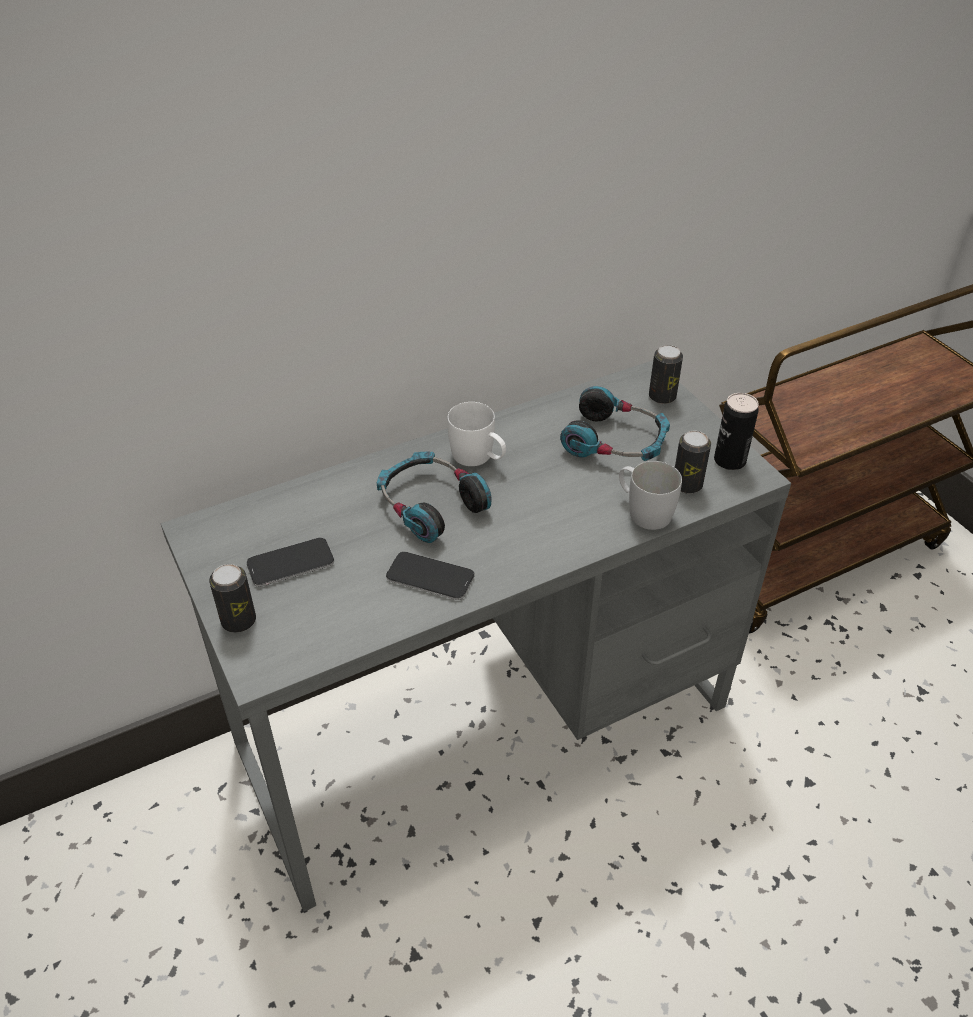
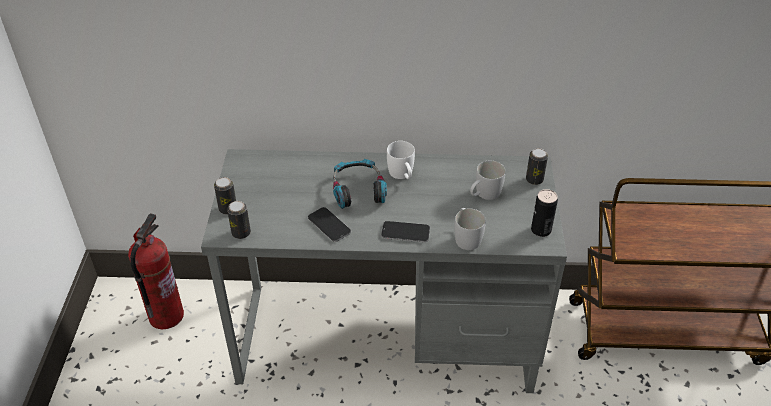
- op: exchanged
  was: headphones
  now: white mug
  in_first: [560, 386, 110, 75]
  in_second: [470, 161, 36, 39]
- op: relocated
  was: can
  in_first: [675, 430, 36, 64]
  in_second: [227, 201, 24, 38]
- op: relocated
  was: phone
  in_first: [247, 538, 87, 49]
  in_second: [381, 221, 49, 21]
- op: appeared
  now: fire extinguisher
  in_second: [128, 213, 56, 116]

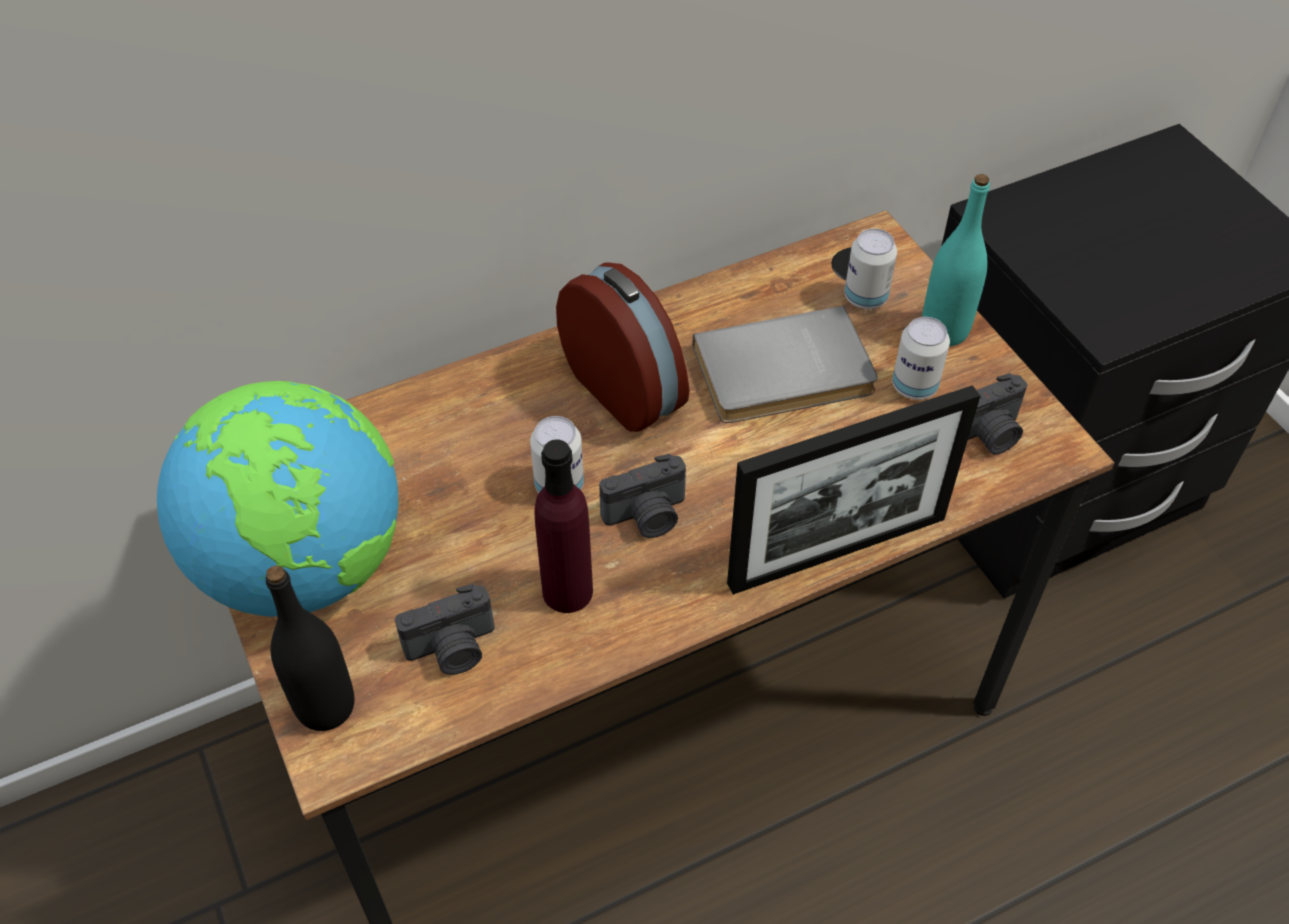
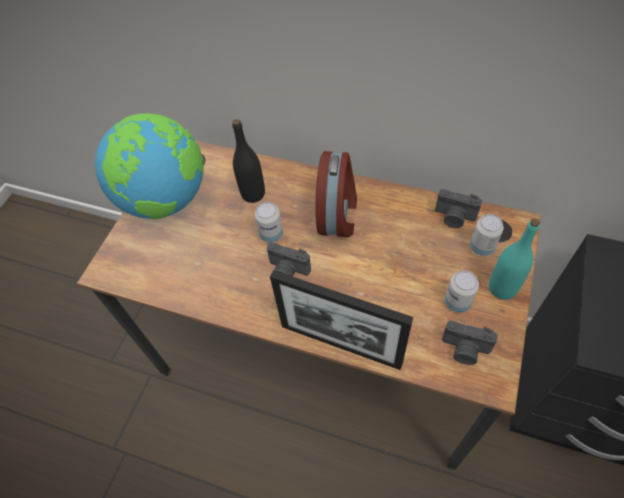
- op: missing
  was: grey book
  in_first: [692, 306, 186, 117]
- op: missing
  was: purple bottle
  in_first: [534, 439, 59, 174]
- op: relocated
  was: black bottle
  in_first: [266, 566, 88, 165]
  in_second: [232, 119, 33, 84]
- op: relocated
  was: photo camera
  in_first: [395, 584, 100, 91]
  in_second: [435, 189, 47, 39]

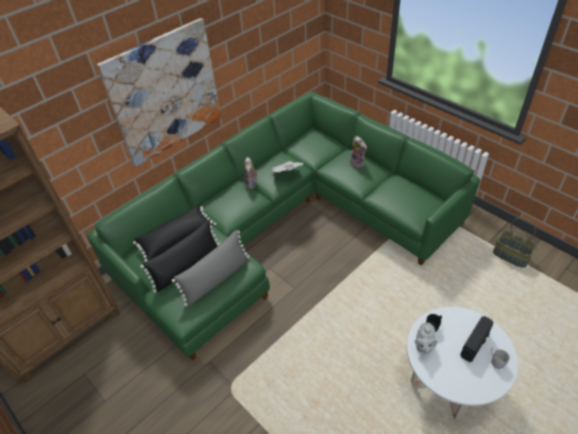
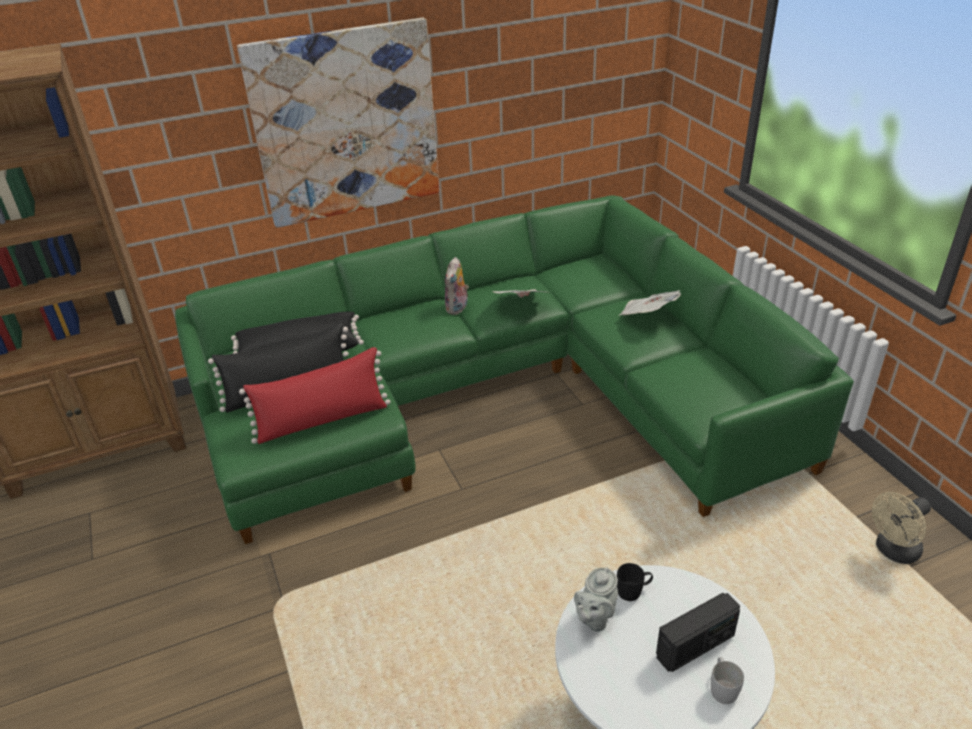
- op: exchanged
  was: plush toy
  now: newspaper
  in_first: [350, 136, 17, 32]
  in_second: [618, 290, 63, 26]
- op: exchanged
  was: basket
  now: beige fan
  in_first: [493, 218, 44, 50]
  in_second: [872, 492, 59, 72]
- op: colour
  was: grey pillow
  now: red pillow
  in_first: [172, 230, 78, 76]
  in_second: [239, 347, 152, 97]

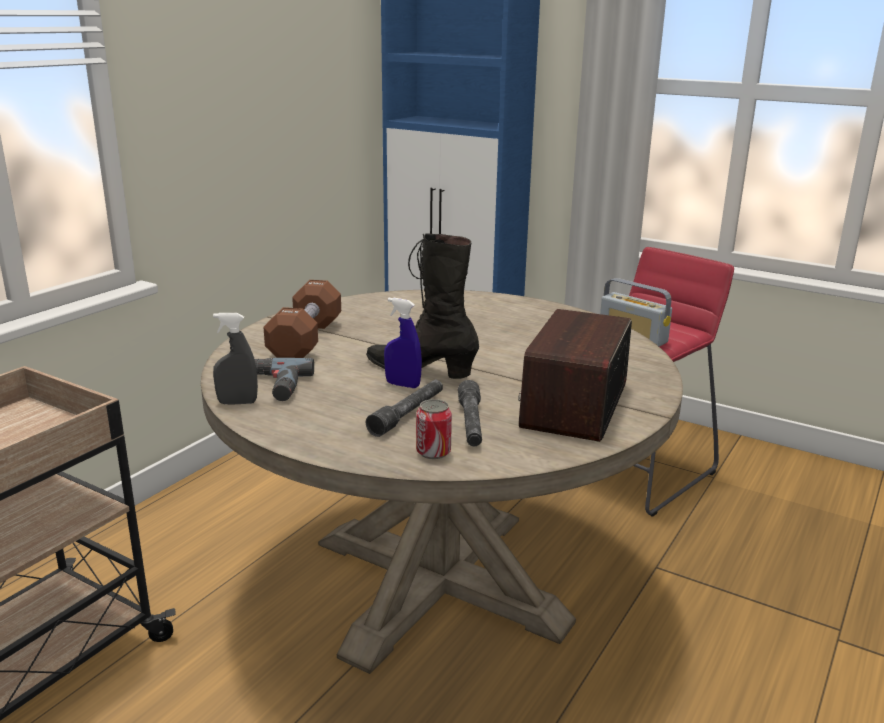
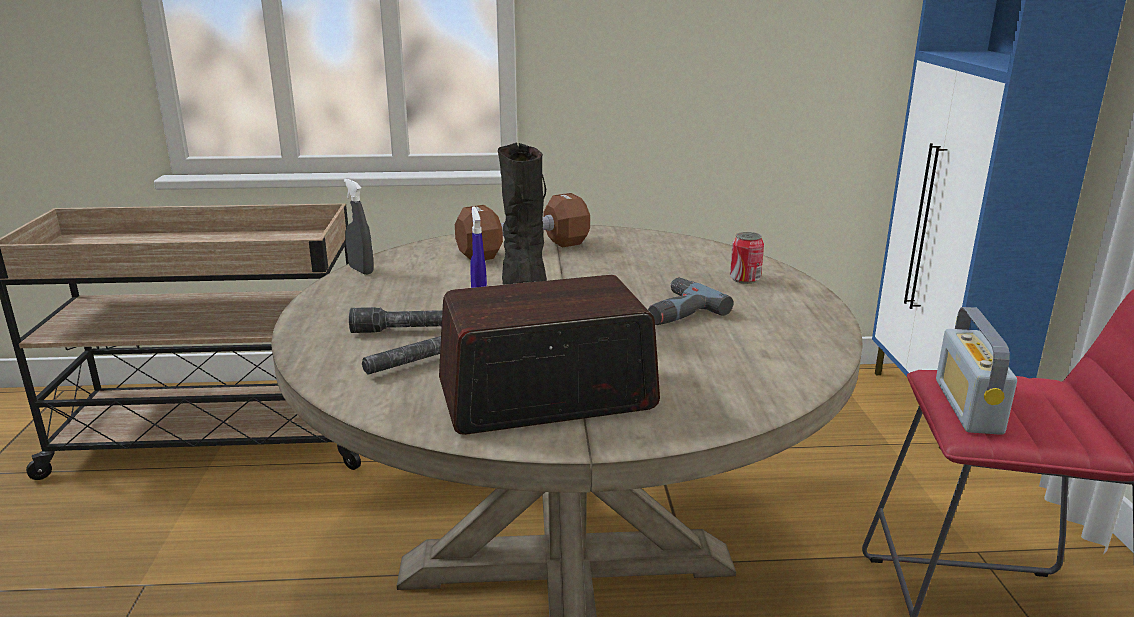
- op: relocated
  was: power drill
  in_first: [255, 358, 59, 43]
  in_second: [648, 277, 86, 48]
- op: relocated
  was: can
  in_first: [416, 399, 36, 60]
  in_second: [730, 232, 34, 52]

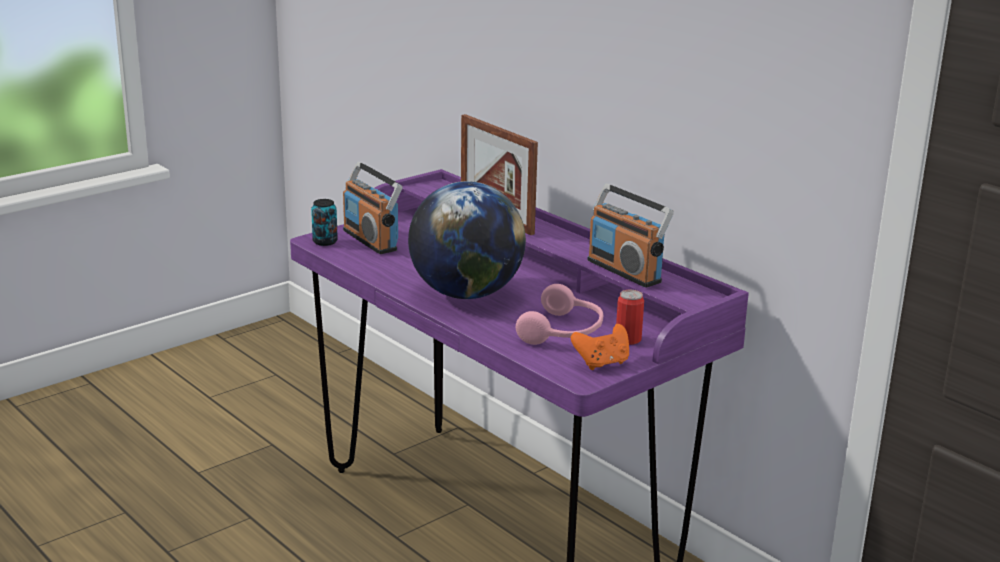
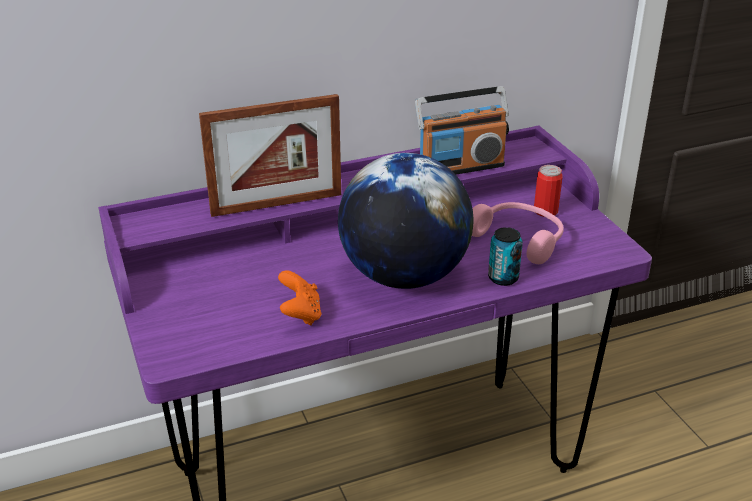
- op: missing
  was: radio
  in_first: [343, 162, 60, 92]
- op: relocated
  was: can
  in_first: [311, 199, 27, 47]
  in_second: [488, 227, 35, 59]
- op: relocated
  was: orange game controller
  in_first: [571, 324, 58, 46]
  in_second: [278, 271, 43, 54]

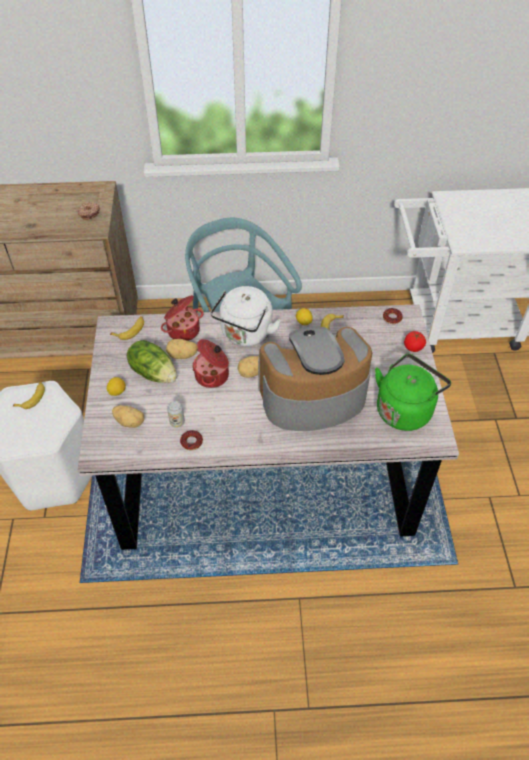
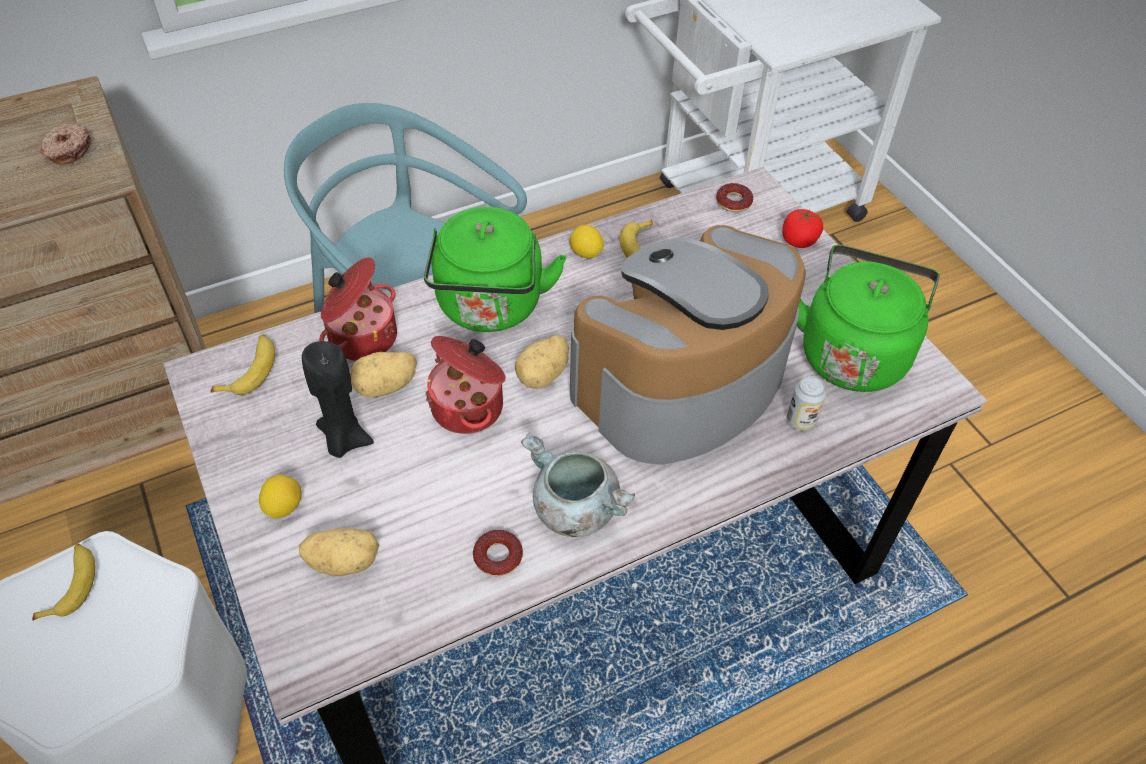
- op: colour
  was: white kettle
  now: green kettle
  in_first: [210, 286, 71, 61]
  in_second: [424, 207, 142, 125]
- op: exchanged
  was: lettuce
  now: black candle
  in_first: [127, 340, 50, 43]
  in_second: [302, 341, 72, 117]
- op: relocated
  was: can
  in_first: [167, 401, 18, 27]
  in_second: [786, 376, 41, 55]
- op: appeared
  now: grey cooking pot
  in_second: [521, 433, 114, 104]

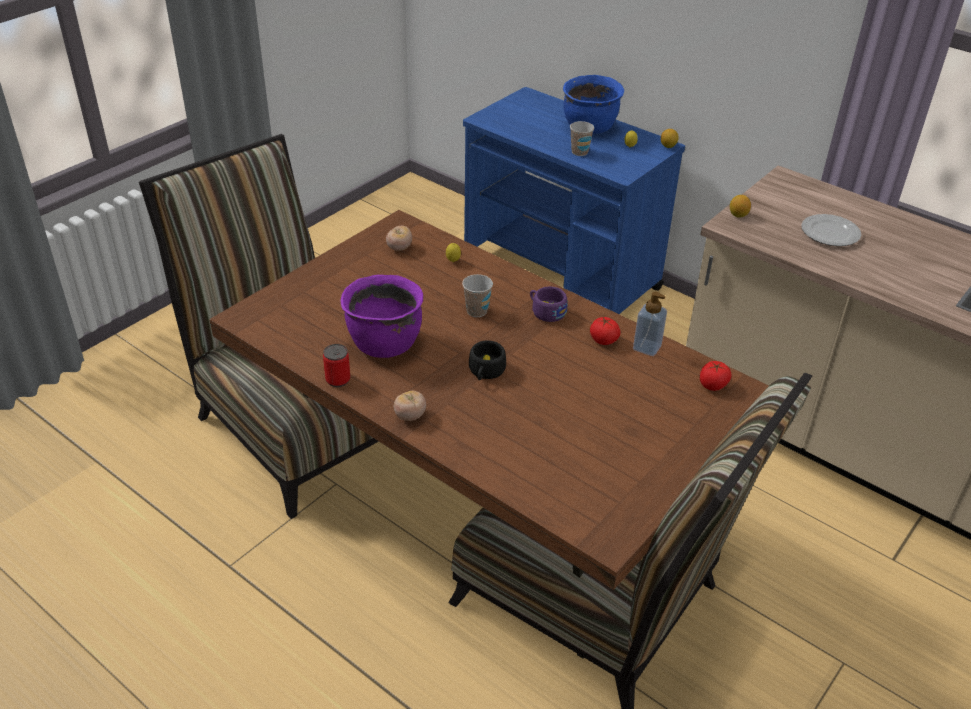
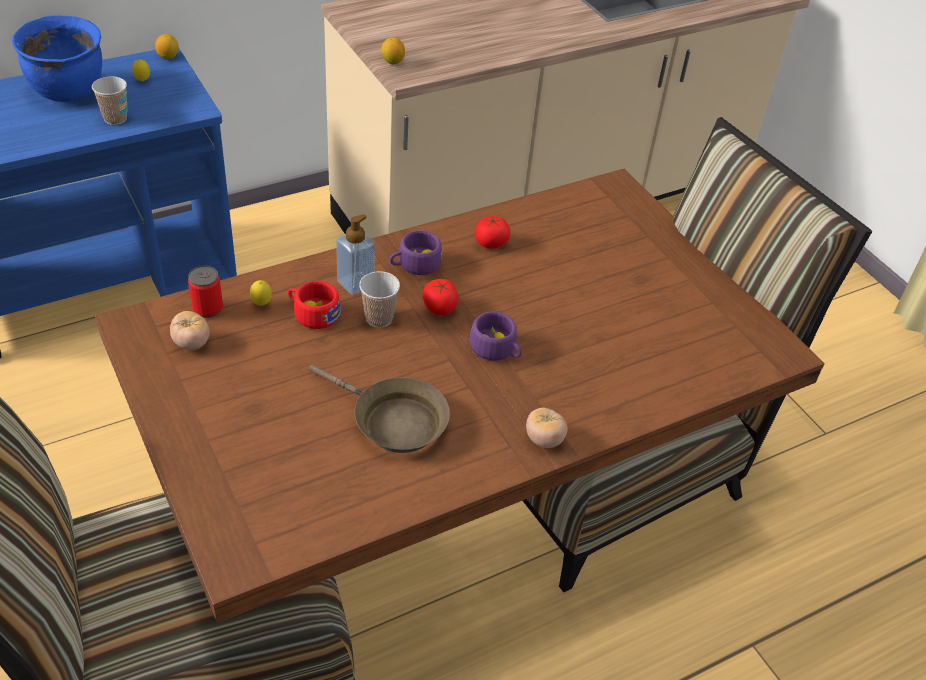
- op: missing
  was: plate
  in_first: [801, 214, 60, 32]
- op: exchanged
  was: purple cooking pot
  now: brown frying pan
  in_first: [340, 275, 83, 83]
  in_second: [309, 364, 141, 89]
- op: relocated
  was: soap dispenser
  in_first: [633, 292, 34, 64]
  in_second: [336, 214, 39, 81]
- op: colour
  was: black cup
  now: purple cup
  in_first: [469, 340, 37, 40]
  in_second: [470, 311, 52, 50]
- op: relocated
  was: can
  in_first: [323, 344, 27, 43]
  in_second: [188, 266, 35, 52]
- op: relocated
  was: tomato
  in_first: [700, 361, 32, 30]
  in_second: [422, 279, 37, 36]
- op: appeared
  now: red cup
  in_second: [288, 281, 53, 48]

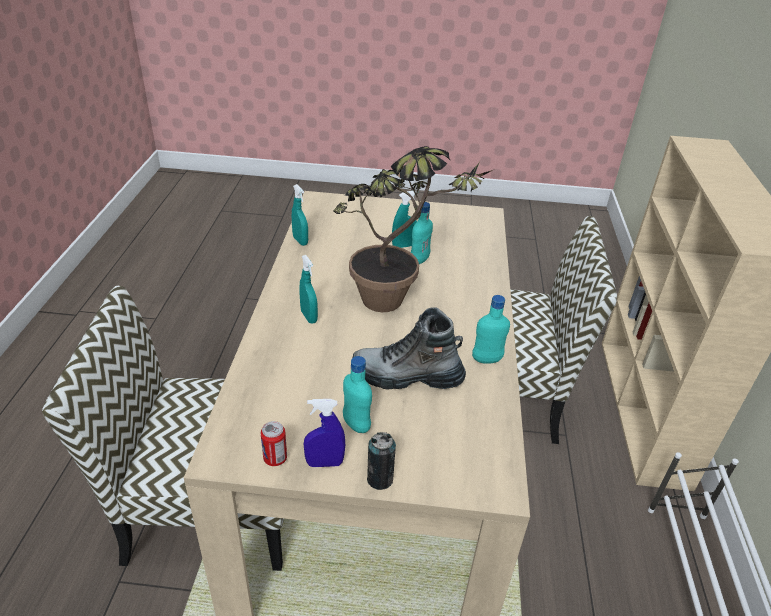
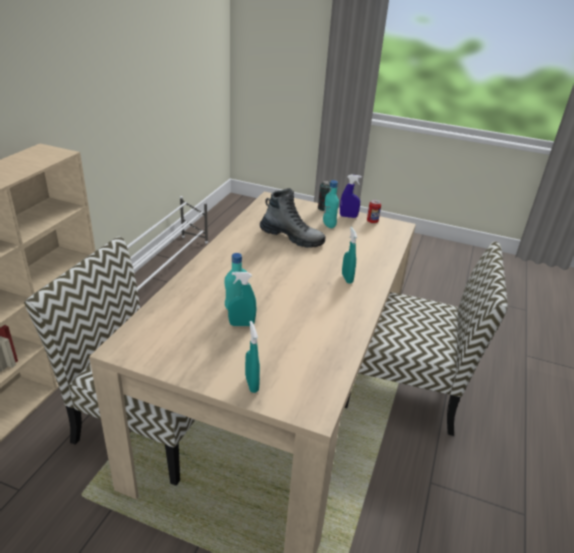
- op: missing
  was: potted plant
  in_first: [334, 146, 159, 166]
- op: relocated
  was: turquoise spray bottle
  in_first: [292, 184, 16, 62]
  in_second: [245, 321, 15, 72]
- op: missing
  was: turquoise bottle
  in_first: [472, 295, 38, 69]

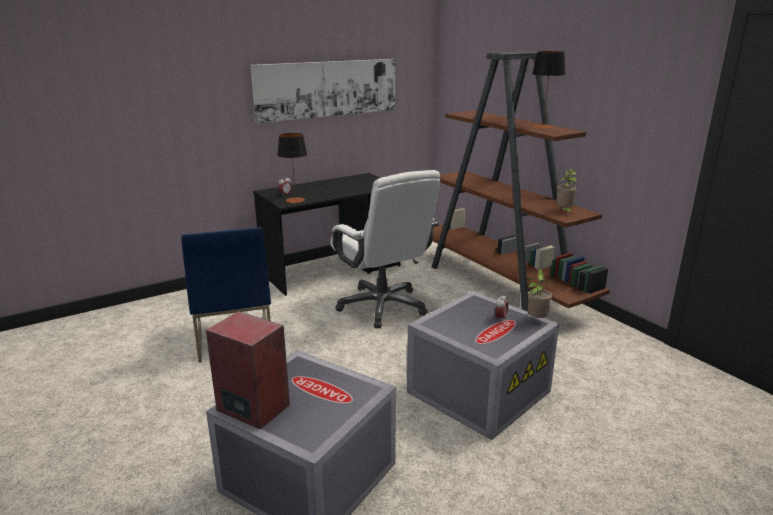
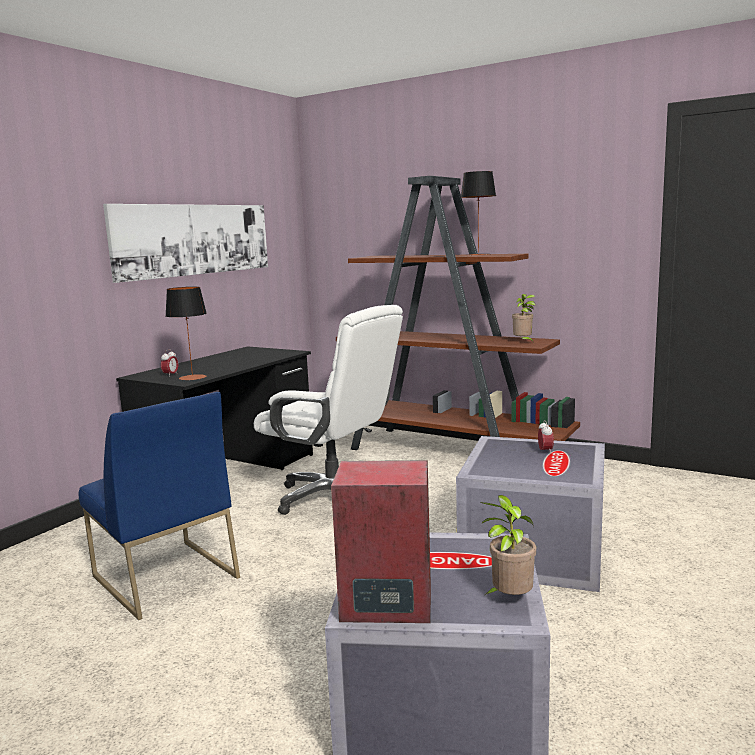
- op: relocated
  was: potted plant
  in_first: [526, 268, 26, 50]
  in_second: [480, 495, 56, 100]

